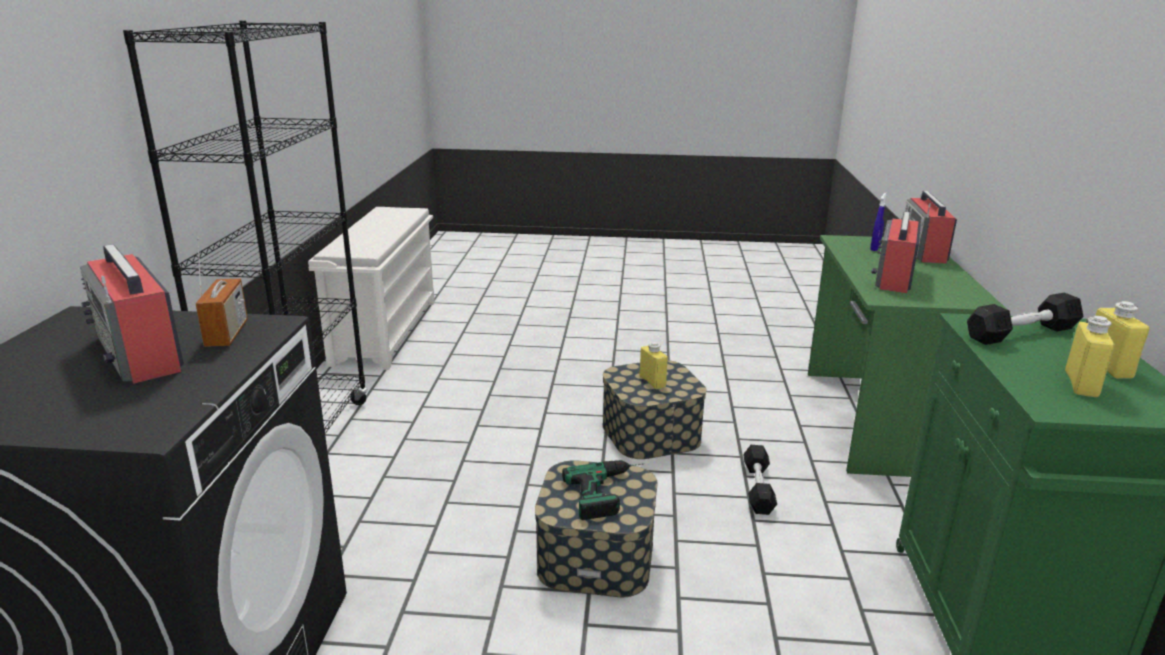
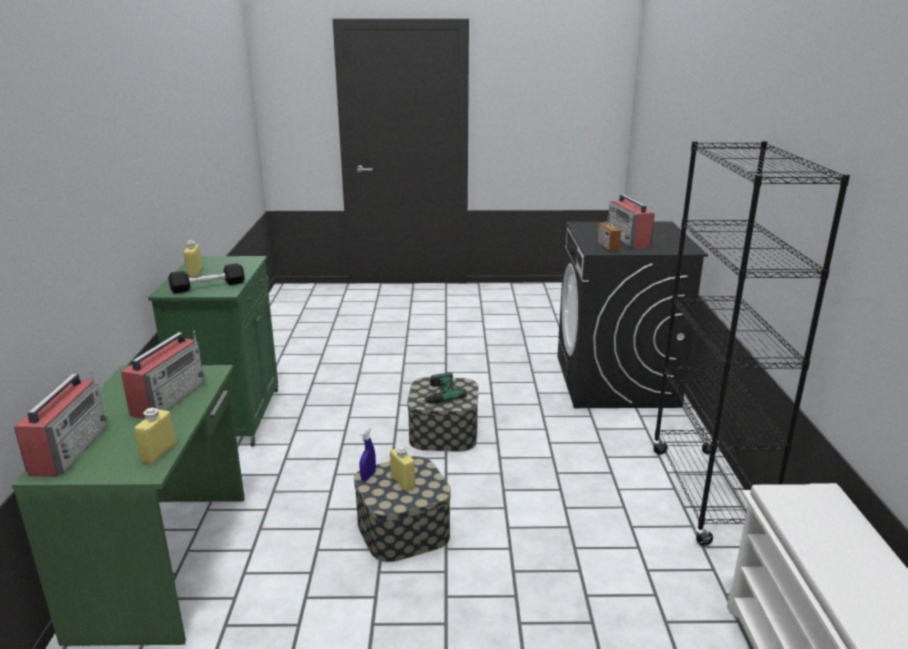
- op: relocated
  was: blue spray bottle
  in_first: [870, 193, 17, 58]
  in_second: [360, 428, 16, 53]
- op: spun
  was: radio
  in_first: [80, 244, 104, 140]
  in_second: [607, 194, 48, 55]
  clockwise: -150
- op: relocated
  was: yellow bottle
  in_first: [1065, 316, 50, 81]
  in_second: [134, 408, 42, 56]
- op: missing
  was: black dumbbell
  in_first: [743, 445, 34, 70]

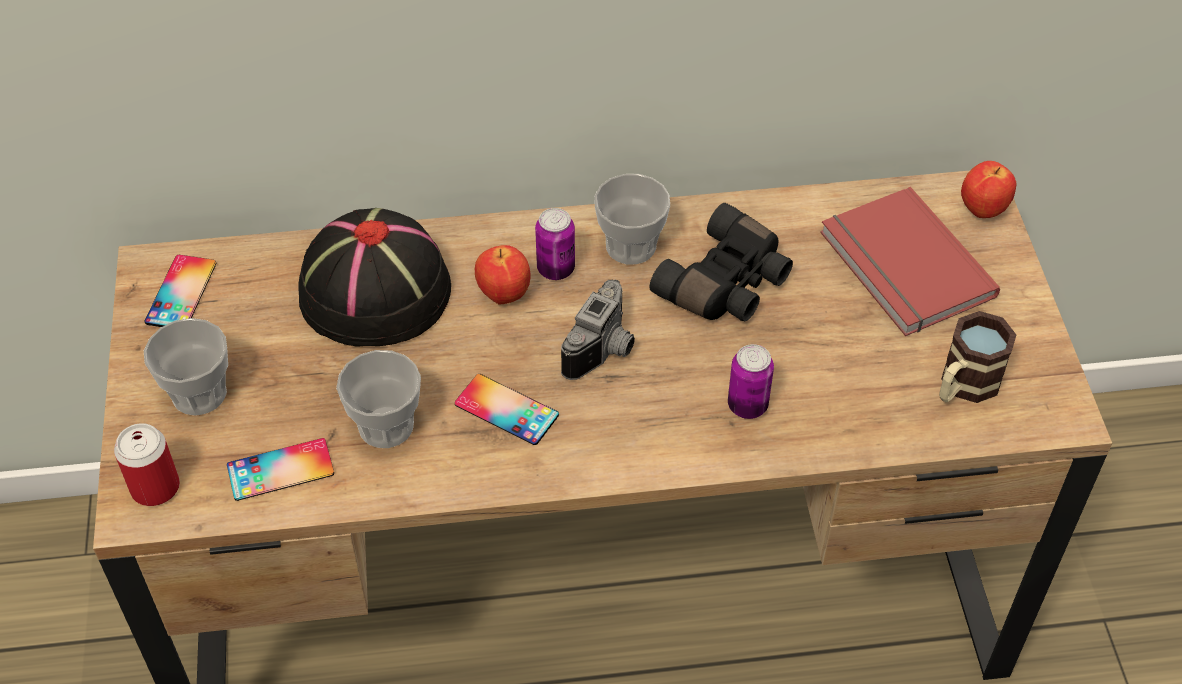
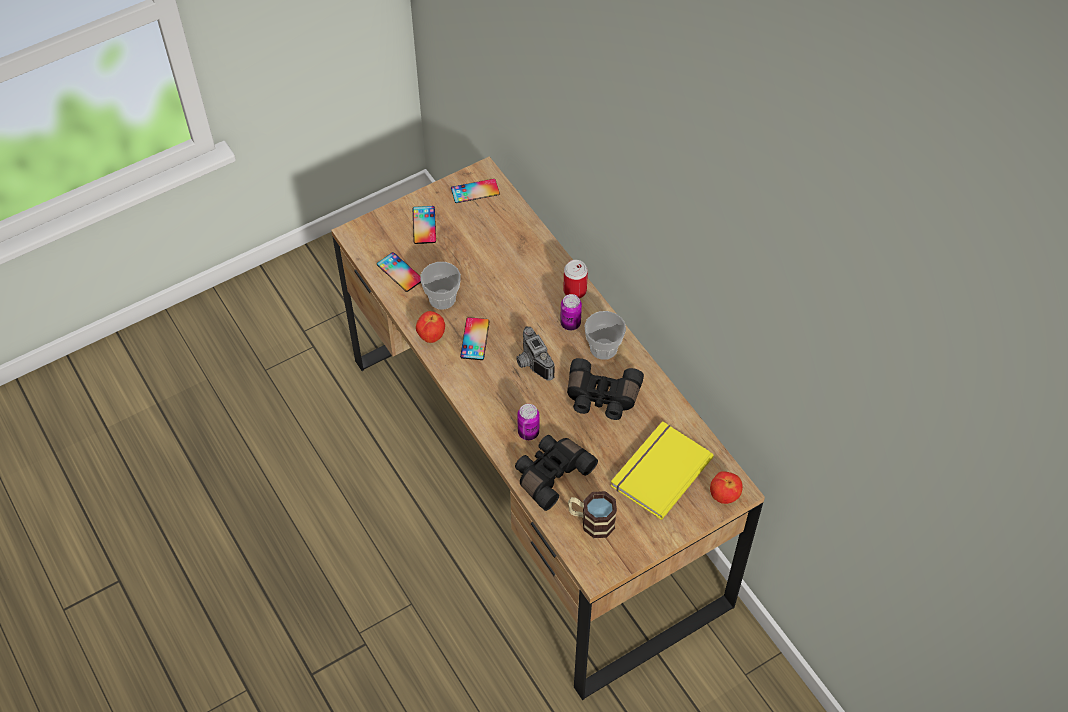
- op: colour
  was: red book
  now: yellow book
  in_first: [820, 187, 180, 149]
  in_second: [611, 421, 103, 99]
- op: missing
  was: black hat
  in_first: [298, 208, 153, 139]
- op: relocated
  was: apple
  in_first: [475, 245, 56, 59]
  in_second: [416, 311, 29, 32]
- op: spun
  was: photo camera
  in_first: [561, 279, 74, 101]
  in_second: [516, 326, 39, 54]
  clockwise: 60
- op: exchanged
  was: cup
  now: phone
  in_first: [144, 318, 84, 98]
  in_second: [413, 206, 23, 38]
- op: relocated
  was: can
  in_first: [114, 423, 66, 83]
  in_second: [563, 260, 25, 39]
- op: appeared
  now: black binoculars
  in_second: [515, 435, 83, 76]

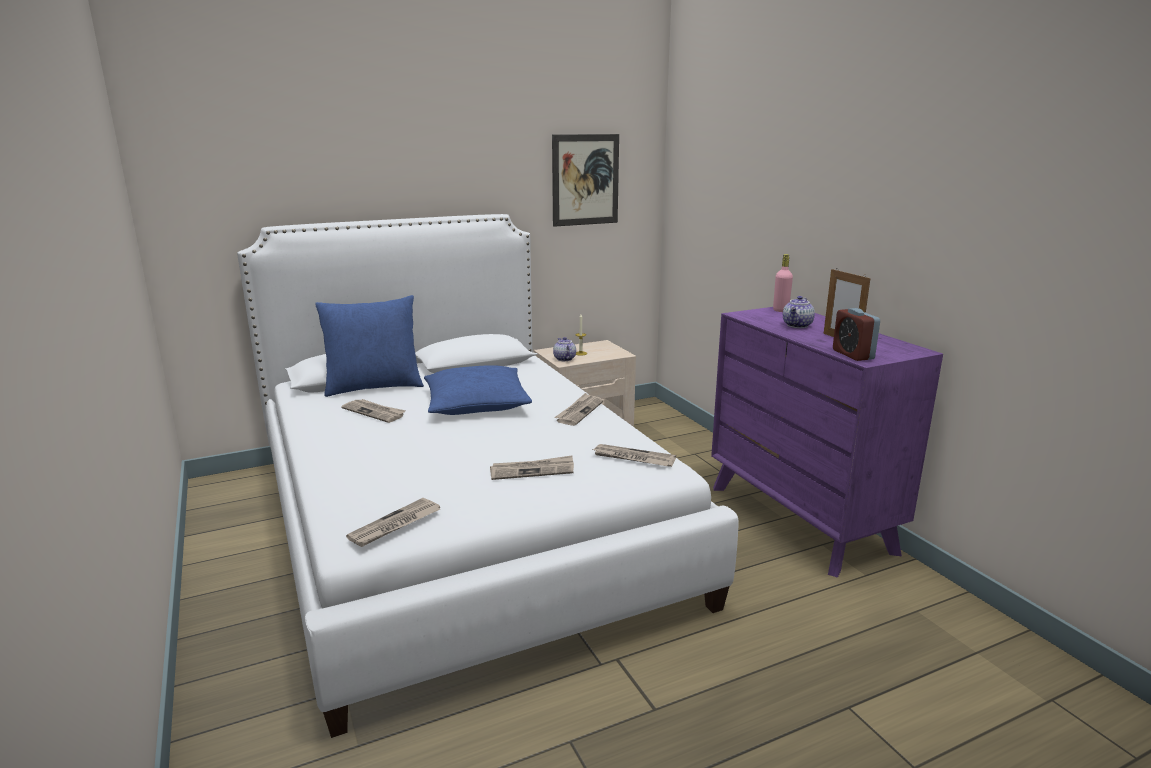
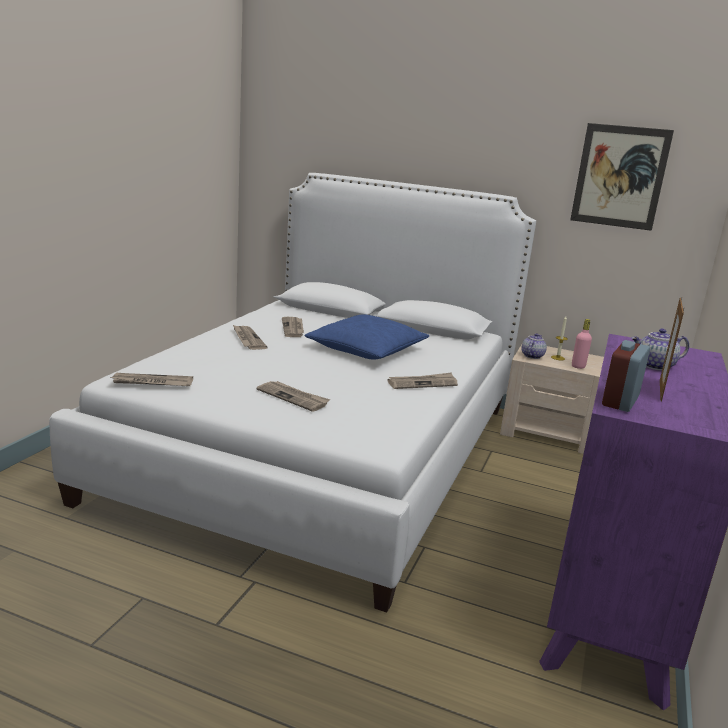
- op: relocated
  was: pink bottle
  in_first: [773, 254, 20, 58]
  in_second: [572, 319, 20, 50]
- op: missing
  was: blue pillow
  in_first: [315, 295, 109, 102]
- op: relocated
  was: newspaper
  in_first: [593, 444, 83, 23]
  in_second: [233, 325, 35, 25]

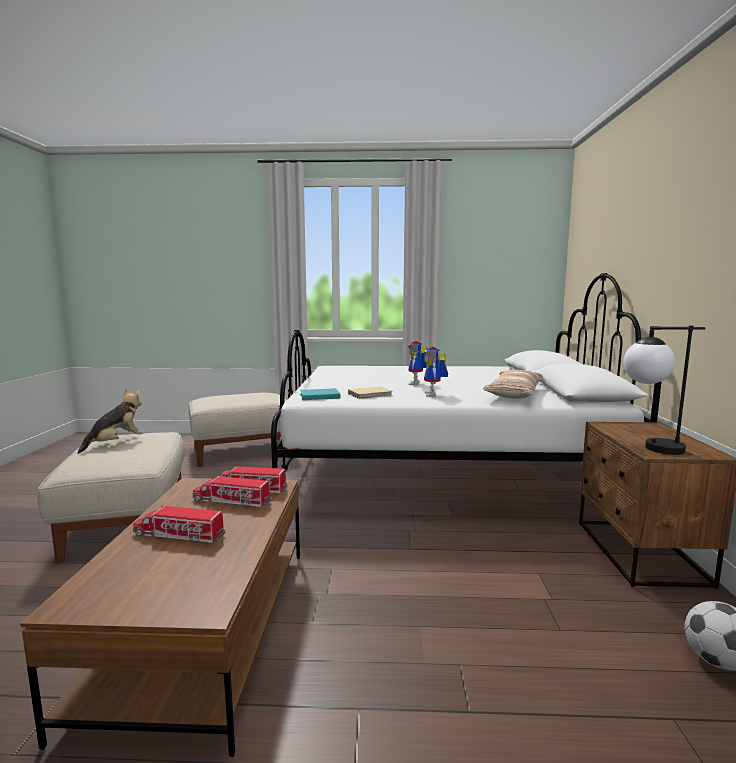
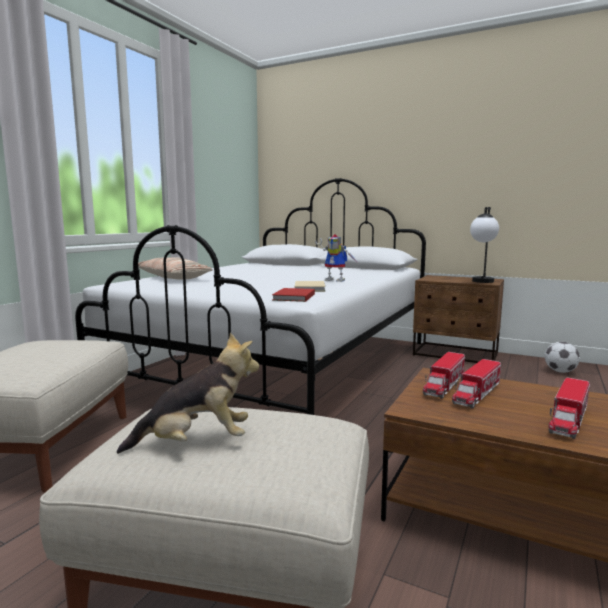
- op: missing
  was: toy robot
  in_first: [408, 341, 19, 44]
- op: relocated
  was: pillow
  in_first: [483, 370, 60, 29]
  in_second: [138, 257, 75, 23]
- op: colour
  was: turquoise book
  now: red book
  in_first: [300, 388, 40, 12]
  in_second: [272, 288, 43, 14]
- op: spun
  was: plush toy
  in_first: [77, 389, 66, 65]
  in_second: [117, 333, 142, 121]
  clockwise: 105

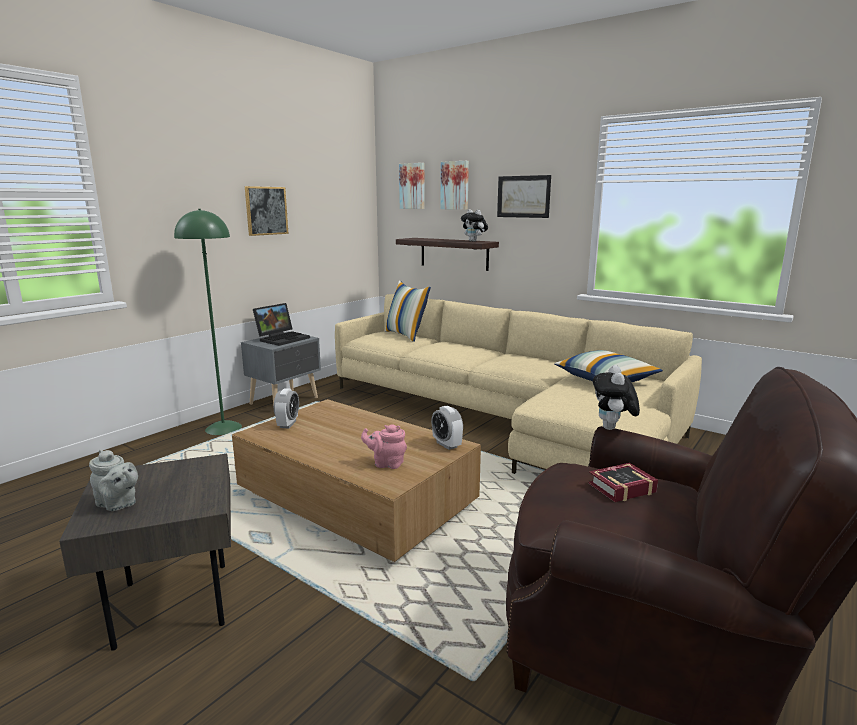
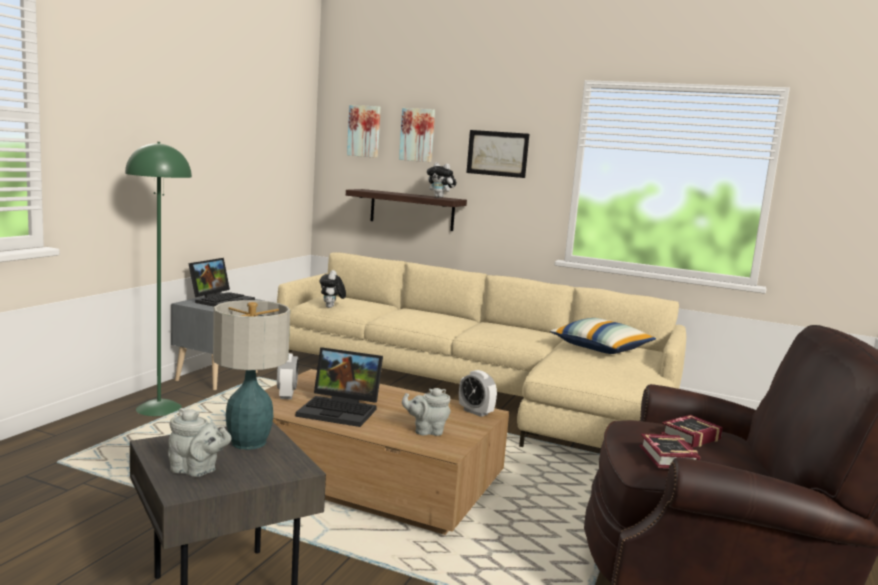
- op: missing
  was: picture
  in_first: [245, 186, 43, 50]
- op: missing
  was: pillow
  in_first: [384, 281, 47, 61]
- op: relocated
  was: plush toy
  in_first: [593, 365, 47, 65]
  in_second: [319, 270, 27, 38]
- op: colour
  was: pink teapot
  now: grey teapot
  in_first: [361, 425, 46, 44]
  in_second: [402, 388, 49, 48]
- op: appeared
  now: table lamp
  in_second: [213, 300, 77, 150]
- op: appeared
  now: laptop
  in_second: [296, 347, 87, 80]
- op: appeared
  now: book
  in_second: [640, 434, 61, 34]

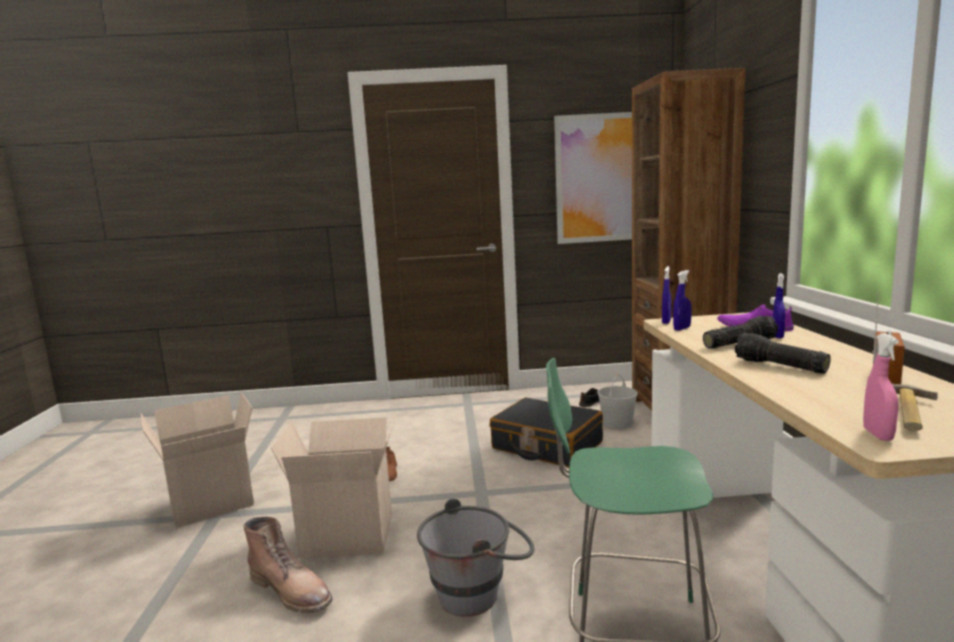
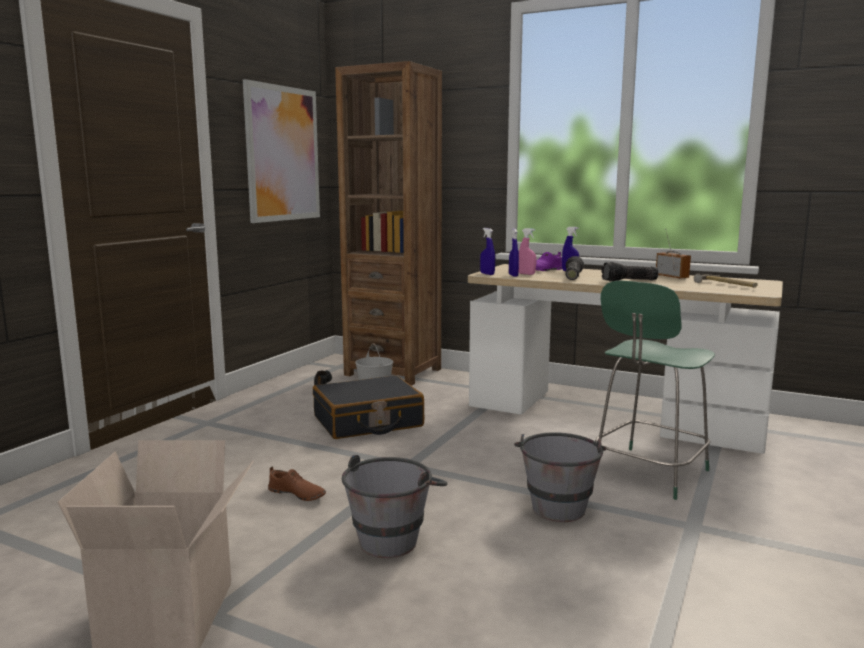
- op: relocated
  was: pink spray bottle
  in_first: [863, 333, 36, 108]
  in_second: [519, 228, 18, 47]
- op: exchanged
  was: cardboard box
  now: grey bucket
  in_first: [271, 417, 124, 141]
  in_second: [342, 455, 105, 103]
- op: missing
  was: brown boot
  in_first: [244, 517, 89, 96]

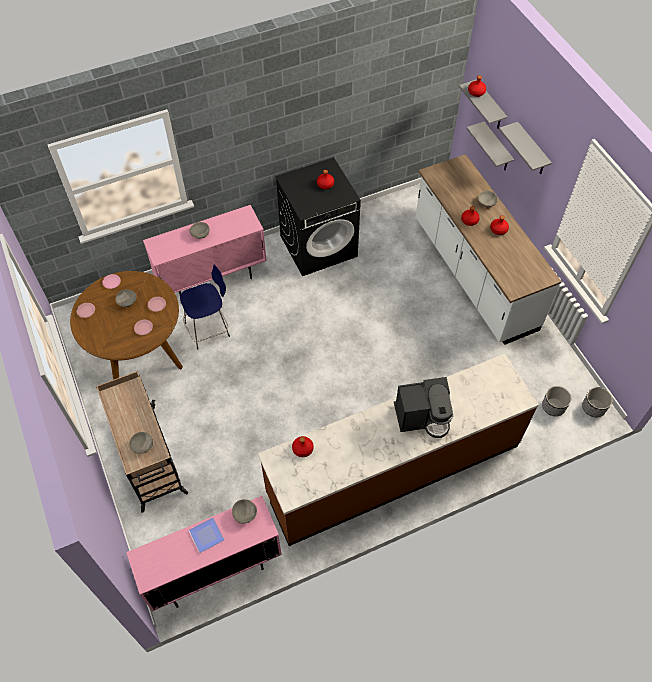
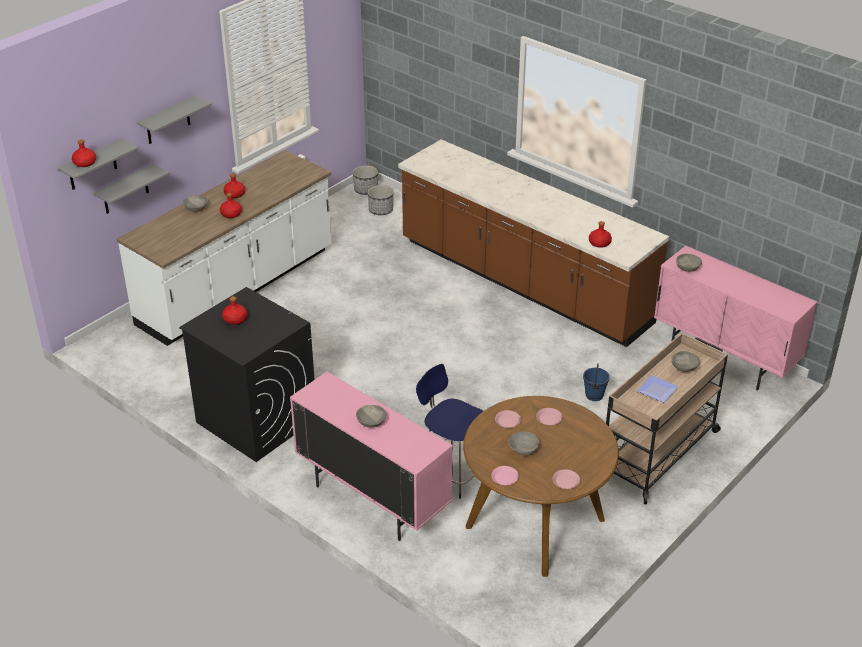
- op: missing
  was: coffee machine
  in_first: [394, 377, 59, 61]
- op: relocated
  was: plate
  in_first: [189, 518, 35, 35]
  in_second: [637, 375, 41, 28]
- op: appeared
  now: blue bucket
  in_second: [583, 364, 27, 37]

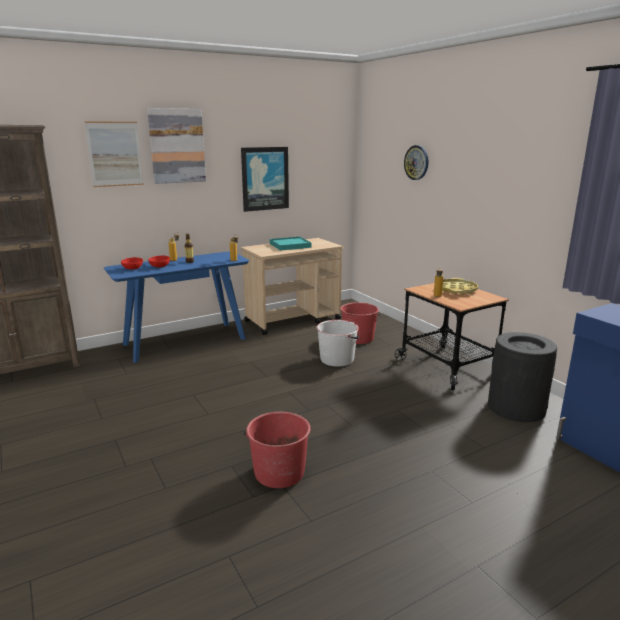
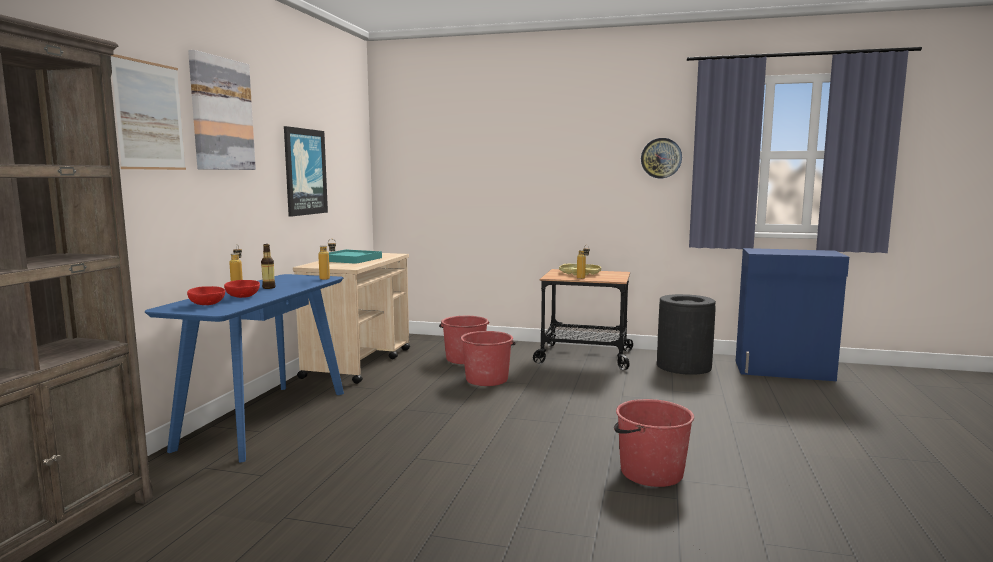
- op: relocated
  was: wall clock
  in_first: [404, 145, 24, 35]
  in_second: [641, 138, 41, 40]
- op: colour
  was: white bucket
  now: red bucket
  in_first: [317, 320, 42, 47]
  in_second: [460, 331, 56, 55]

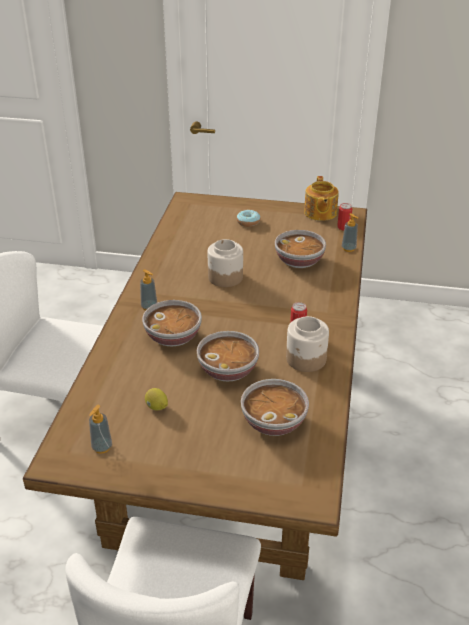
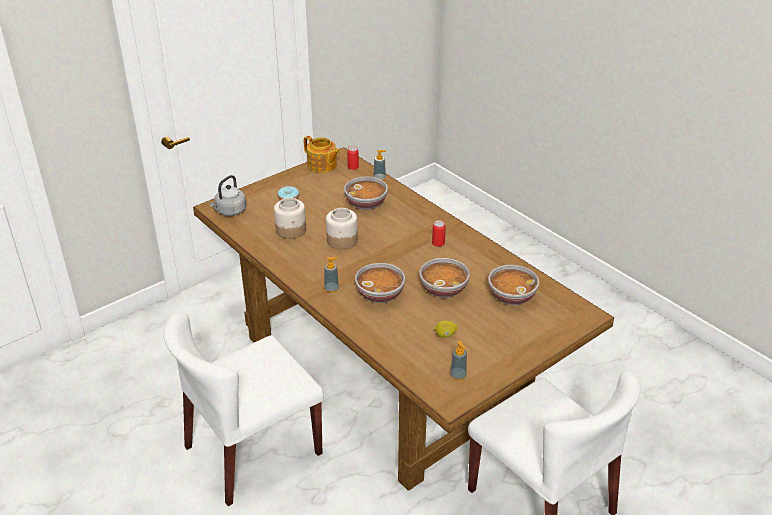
- op: relocated
  was: jar
  in_first: [286, 316, 43, 56]
  in_second: [274, 198, 32, 41]
- op: appeared
  now: grey kettle
  in_second: [209, 175, 37, 41]

